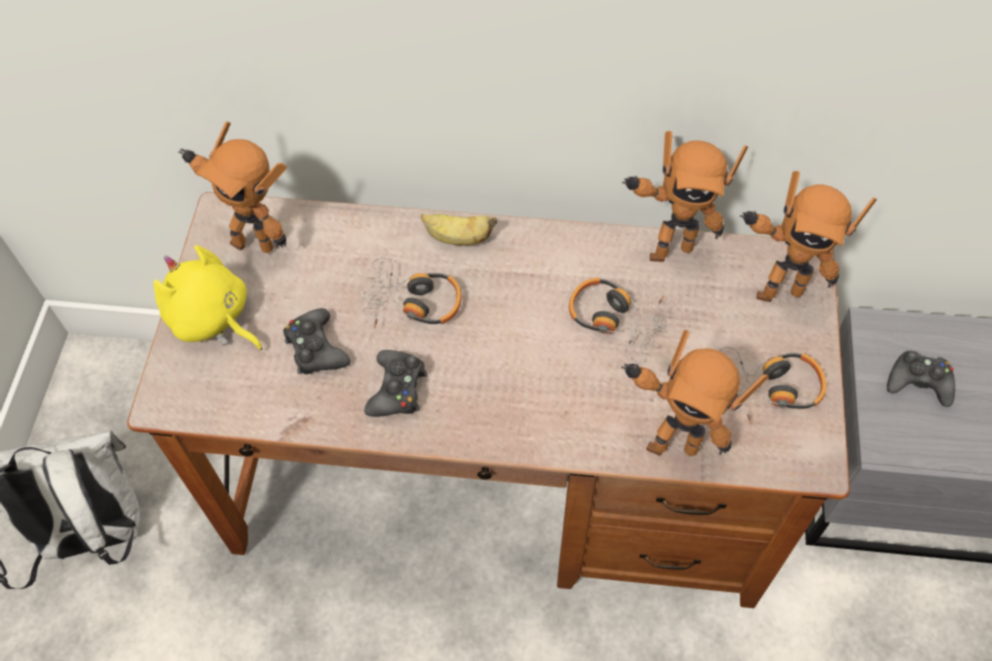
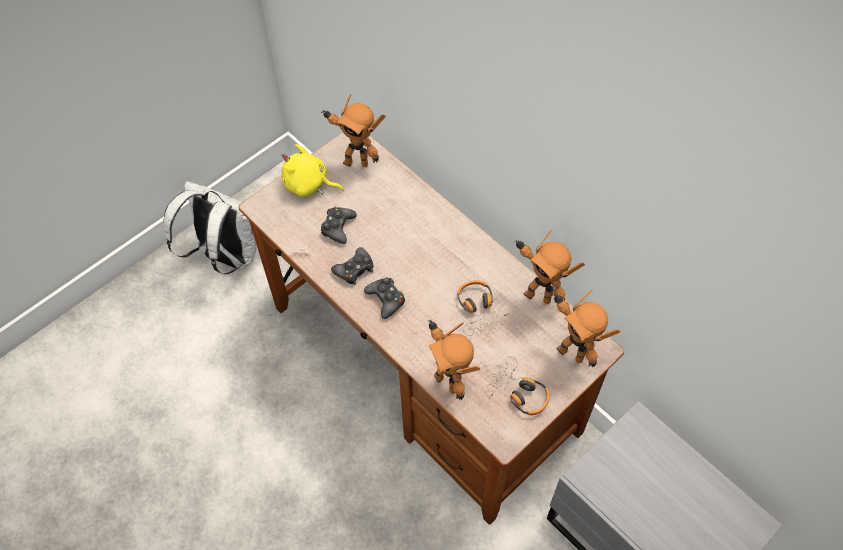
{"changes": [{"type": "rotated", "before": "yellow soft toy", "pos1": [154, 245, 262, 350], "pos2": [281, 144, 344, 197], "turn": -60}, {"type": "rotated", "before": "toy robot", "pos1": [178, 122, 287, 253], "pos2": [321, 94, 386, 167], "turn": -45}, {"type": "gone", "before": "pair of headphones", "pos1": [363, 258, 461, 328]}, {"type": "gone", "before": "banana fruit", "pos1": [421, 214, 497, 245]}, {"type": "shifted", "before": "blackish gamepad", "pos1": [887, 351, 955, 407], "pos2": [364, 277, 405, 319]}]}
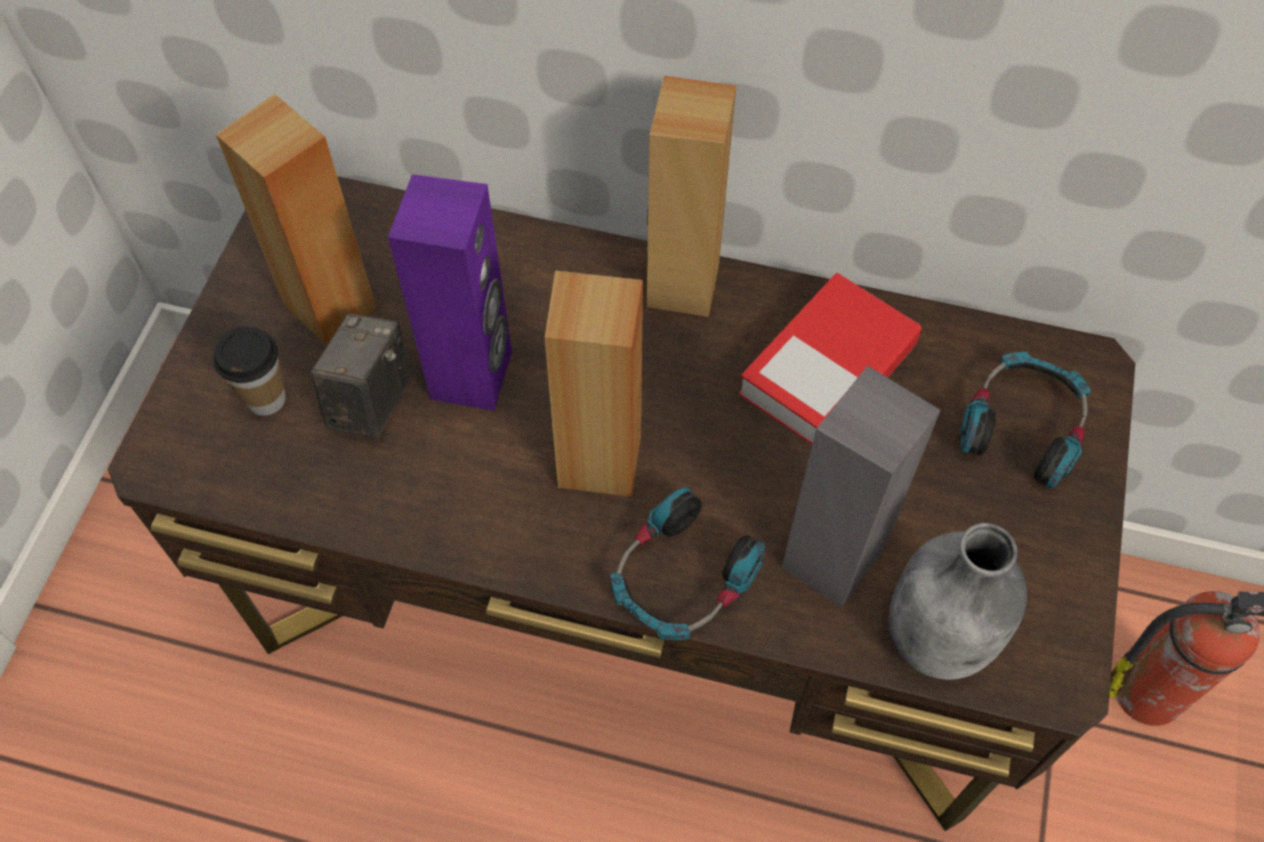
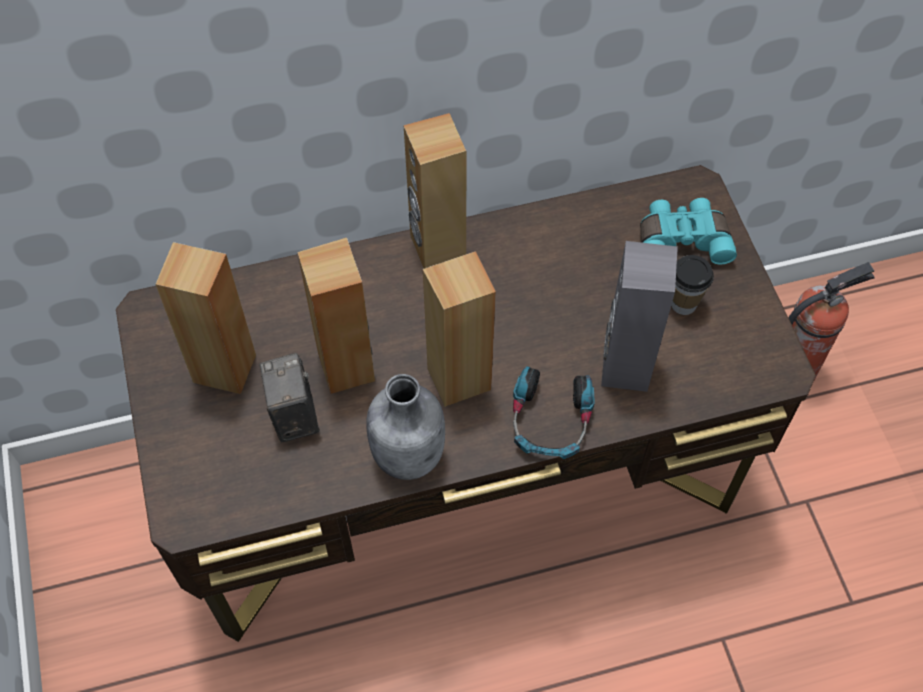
{"changes": [{"type": "shifted", "before": "drinking cup", "pos1": [213, 326, 286, 416], "pos2": [671, 255, 714, 315]}, {"type": "repainted", "before": "purple loudspeaker", "after": "brownish loudspeaker", "pos1": [388, 174, 512, 411], "pos2": [297, 238, 375, 394]}, {"type": "gone", "before": "volume", "pos1": [738, 272, 922, 445]}, {"type": "shifted", "before": "greyish drink bottle", "pos1": [888, 523, 1027, 680], "pos2": [366, 374, 445, 480]}, {"type": "swapped", "before": "pair of headphones", "after": "blue-green binoculars", "pos1": [960, 351, 1091, 489], "pos2": [640, 198, 737, 265]}]}
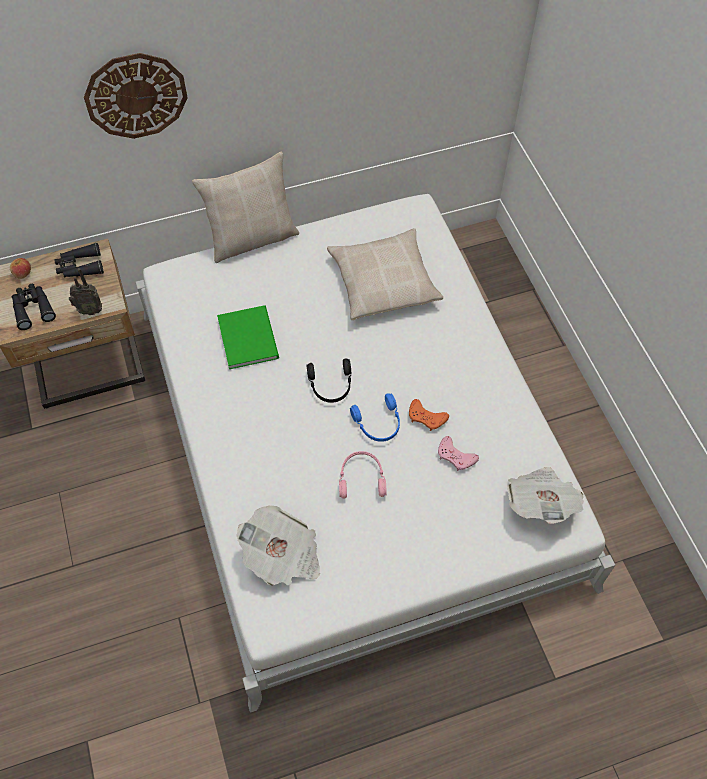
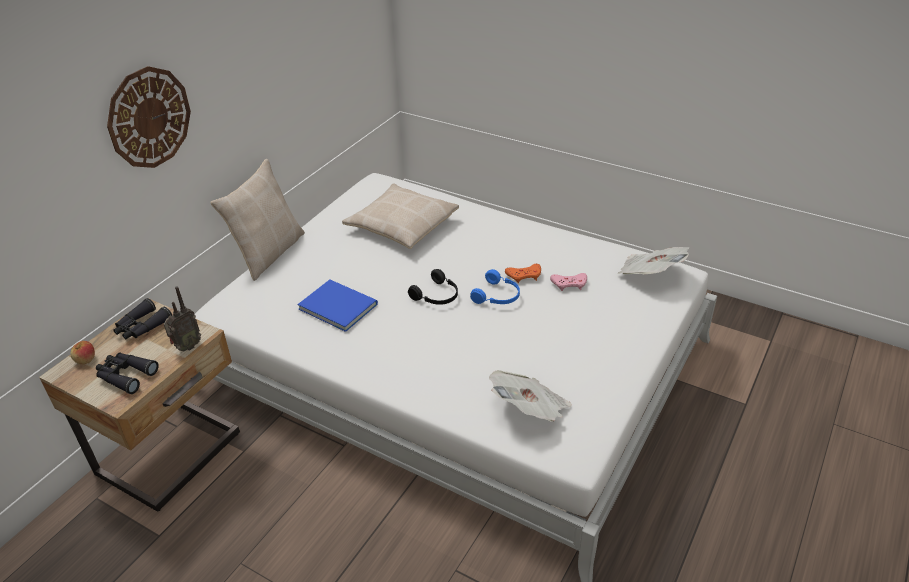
{"changes": [{"type": "repainted", "before": "green-coloured volume", "after": "blue volume", "pos1": [217, 305, 279, 369], "pos2": [298, 280, 378, 332]}, {"type": "gone", "before": "pink pair of headphones", "pos1": [339, 451, 387, 498]}]}
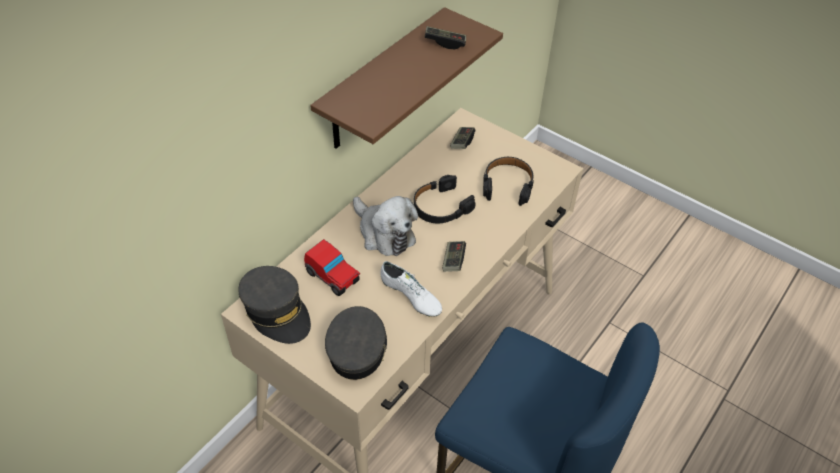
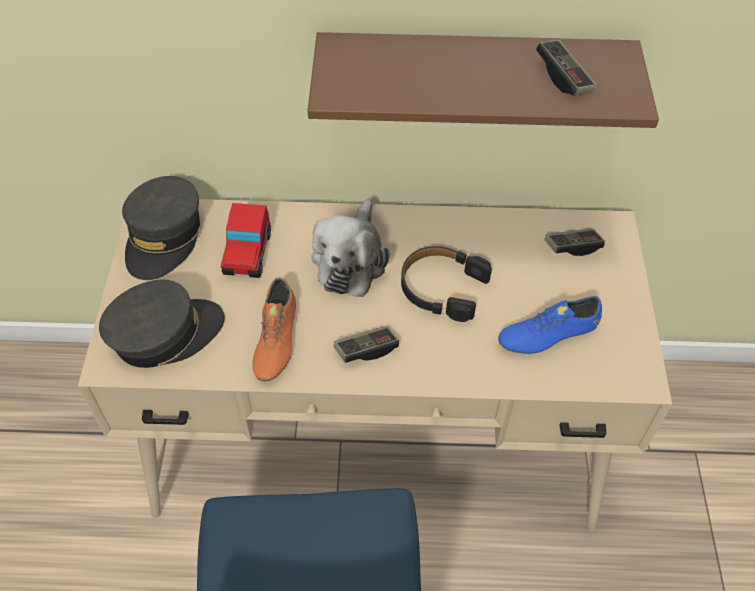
{"changes": [{"type": "repainted", "before": "white low shoe", "after": "orange-coloured low shoe", "pos1": [381, 261, 442, 317], "pos2": [252, 277, 296, 381]}, {"type": "swapped", "before": "blackish pair of headphones", "after": "blue low shoe", "pos1": [483, 157, 534, 206], "pos2": [498, 296, 602, 354]}]}
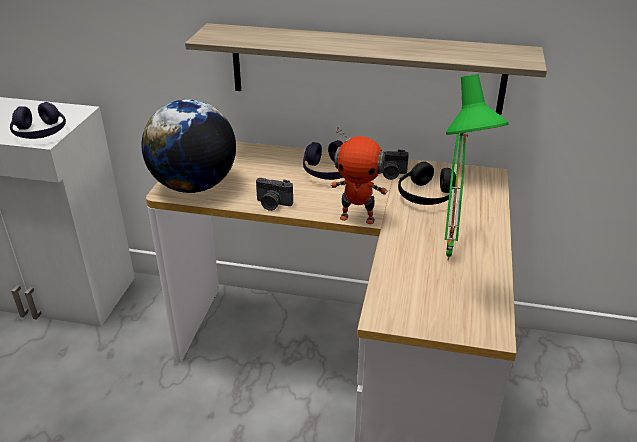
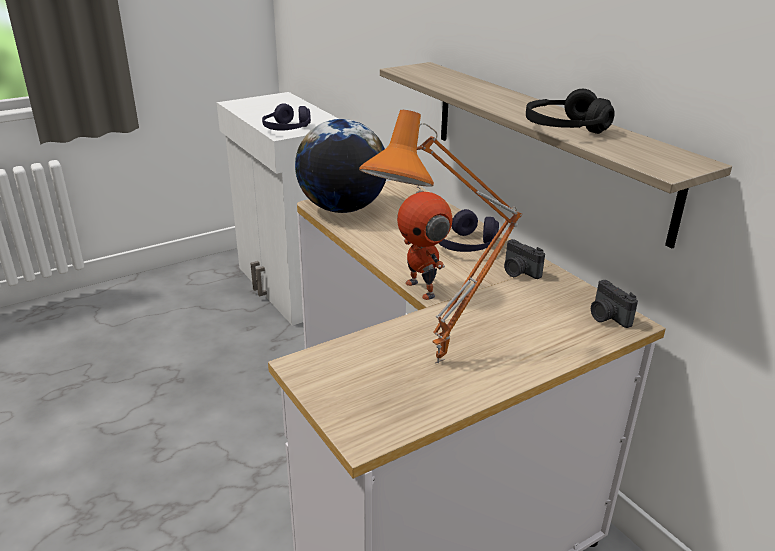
{"changes": [{"type": "shifted", "before": "photo camera", "pos1": [256, 178, 293, 211], "pos2": [591, 280, 638, 328]}, {"type": "shifted", "before": "blackish pair of headphones", "pos1": [398, 161, 456, 205], "pos2": [526, 89, 615, 134]}, {"type": "repainted", "before": "green-coloured tabletop lamp", "after": "orange-coloured tabletop lamp", "pos1": [445, 74, 509, 262], "pos2": [359, 110, 522, 363]}]}
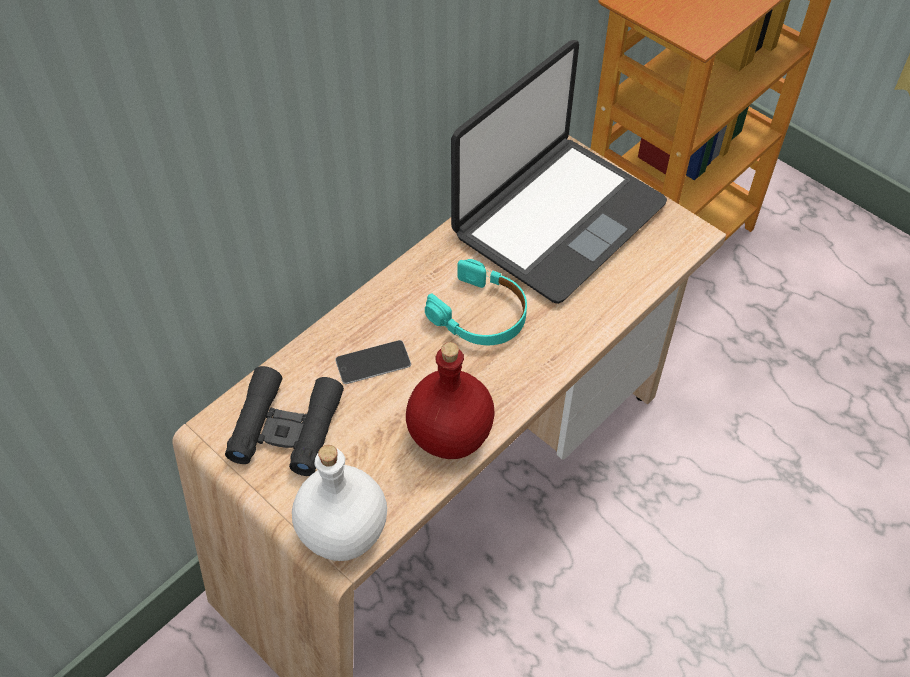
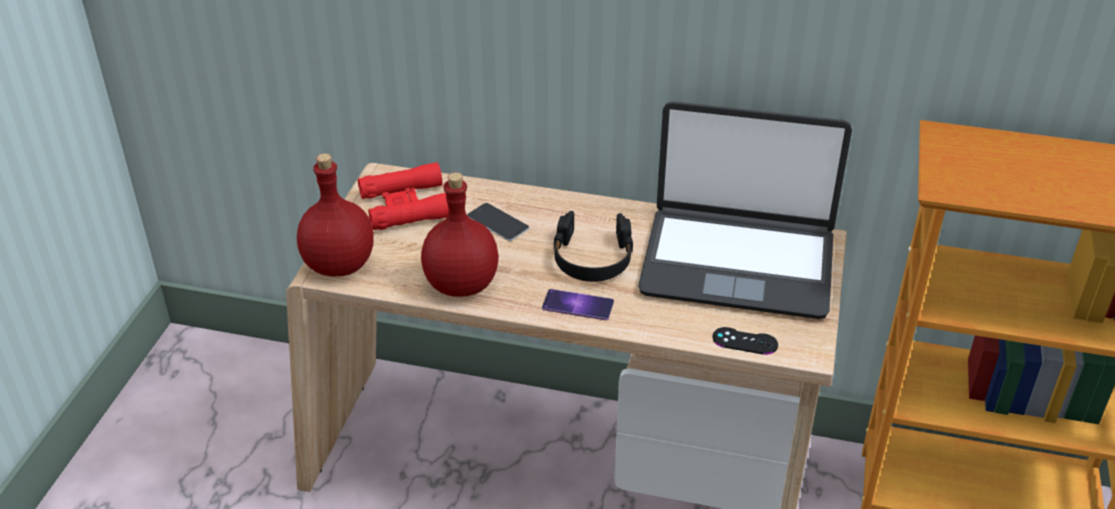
{"changes": [{"type": "repainted", "before": "blackish binoculars", "after": "reddish binoculars", "pos1": [225, 366, 344, 476], "pos2": [358, 162, 449, 230]}, {"type": "repainted", "before": "white drink bottle", "after": "reddish drink bottle", "pos1": [292, 445, 387, 561], "pos2": [297, 153, 374, 276]}, {"type": "repainted", "before": "blue-green pair of headphones", "after": "blackish pair of headphones", "pos1": [425, 259, 527, 345], "pos2": [553, 211, 633, 282]}, {"type": "new", "after": "telephone", "pos2": [542, 289, 614, 320]}, {"type": "new", "after": "blackish gamepad", "pos2": [713, 327, 778, 355]}]}
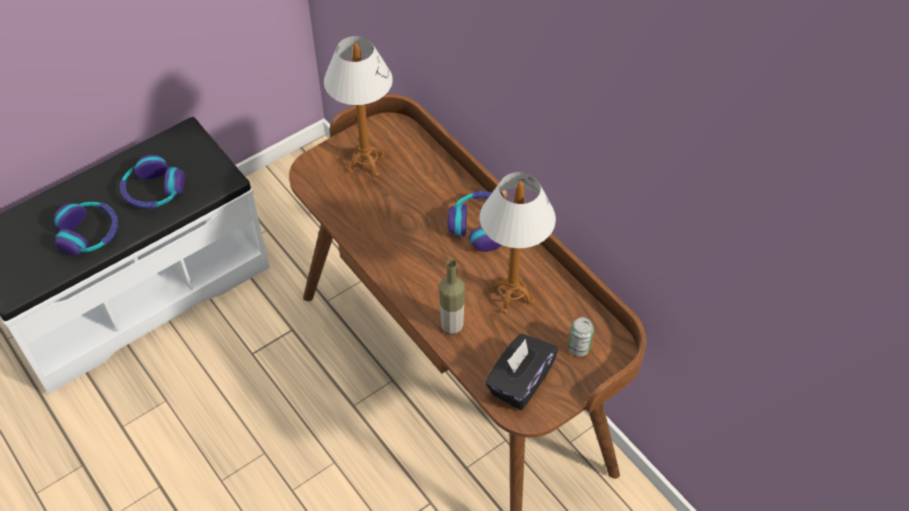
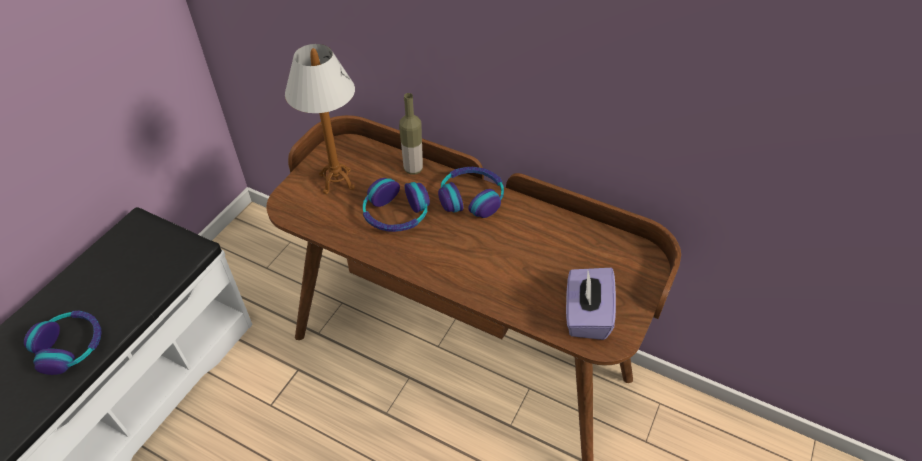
{"changes": [{"type": "shifted", "before": "pair of headphones", "pos1": [120, 155, 185, 209], "pos2": [363, 178, 430, 232]}, {"type": "shifted", "before": "drink bottle", "pos1": [439, 260, 465, 335], "pos2": [399, 93, 423, 175]}, {"type": "gone", "before": "tabletop lamp", "pos1": [480, 172, 556, 314]}, {"type": "repainted", "before": "blackish tissue box", "after": "purple tissue box", "pos1": [485, 334, 558, 410], "pos2": [566, 268, 616, 340]}, {"type": "gone", "before": "metal can", "pos1": [568, 317, 594, 356]}]}
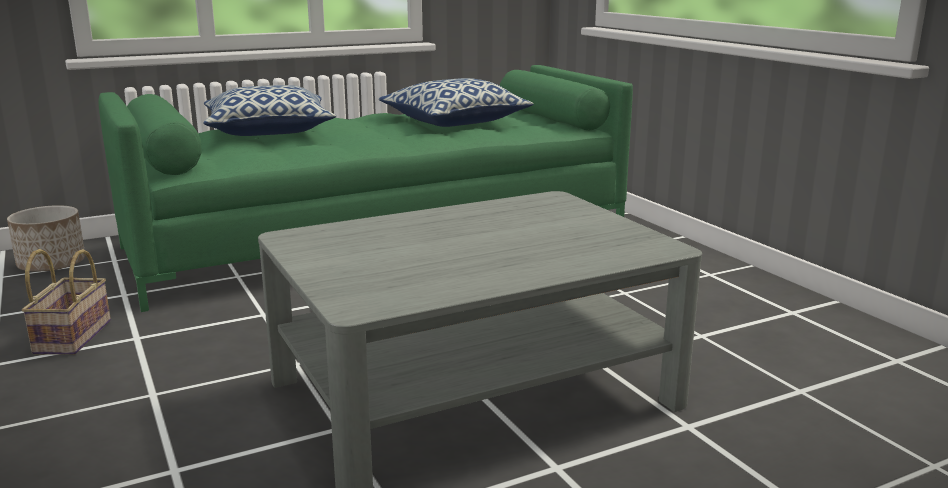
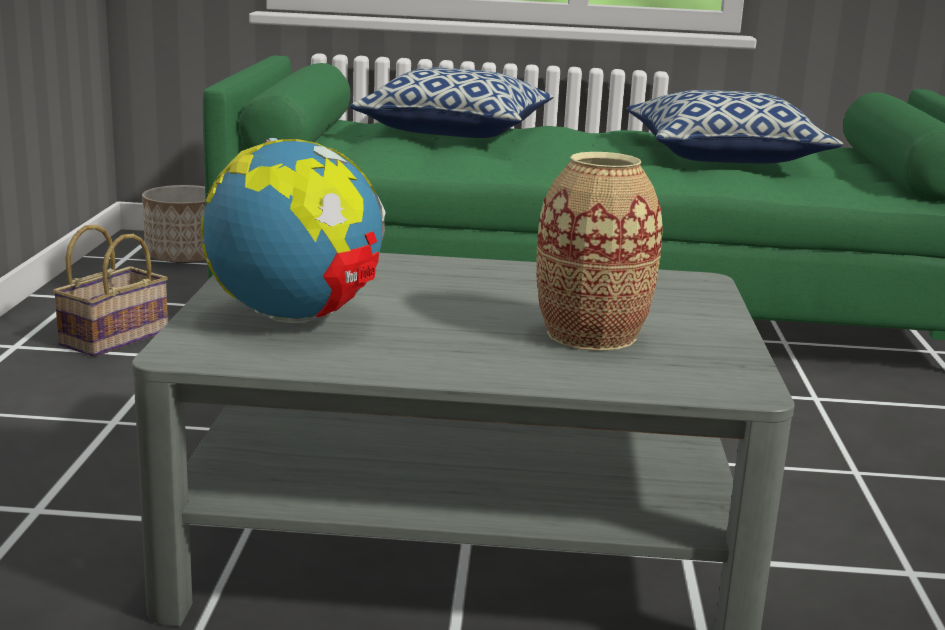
{"changes": [{"type": "new", "after": "globe", "pos2": [201, 138, 386, 323]}, {"type": "new", "after": "decorative vase", "pos2": [536, 152, 663, 351]}]}
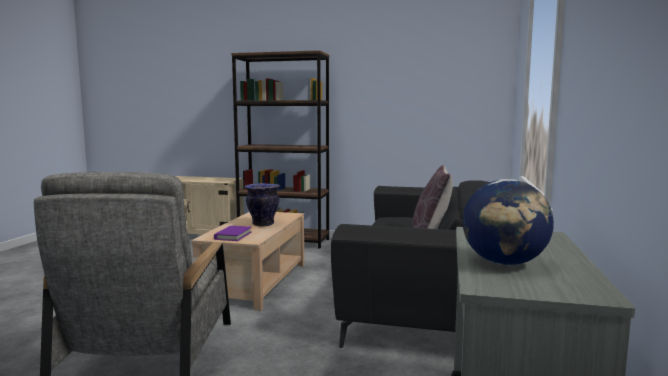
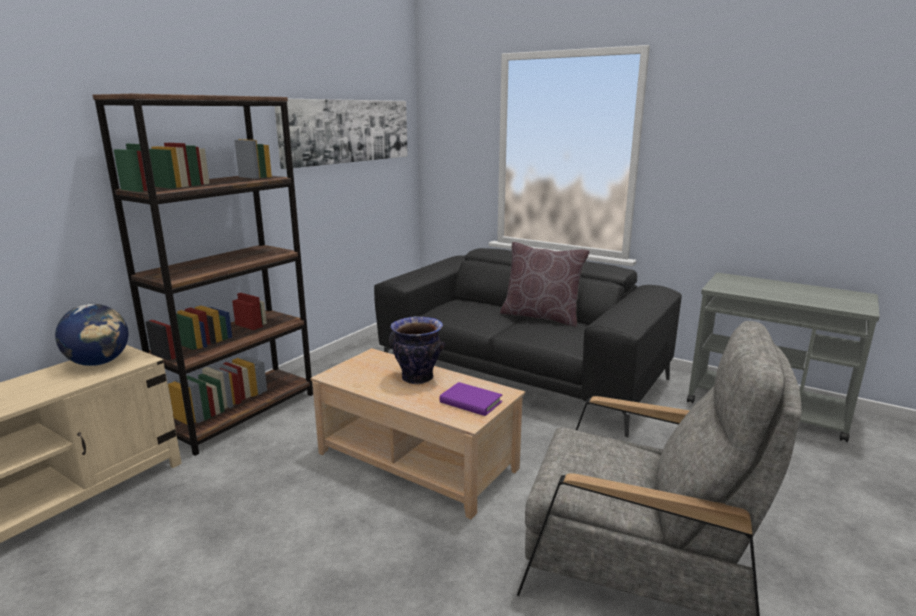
{"changes": [{"type": "shifted", "before": "globe", "pos1": [462, 179, 554, 265], "pos2": [55, 304, 128, 366]}, {"type": "new", "after": "wall picture", "pos2": [275, 99, 408, 169]}]}
